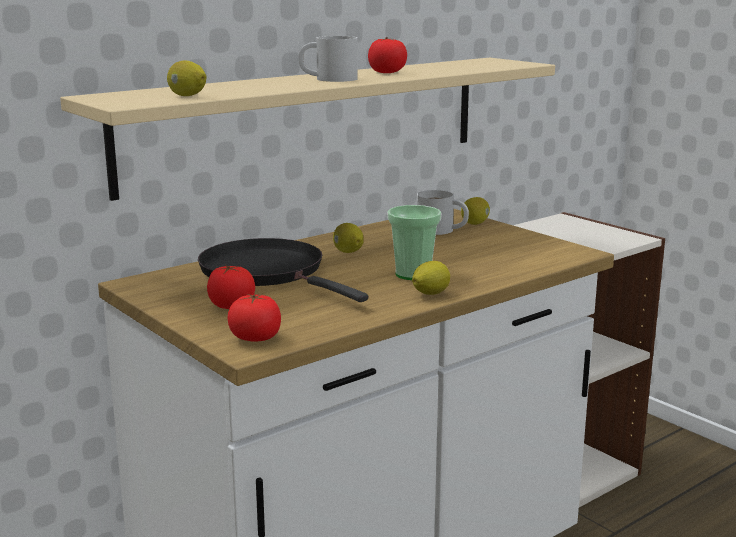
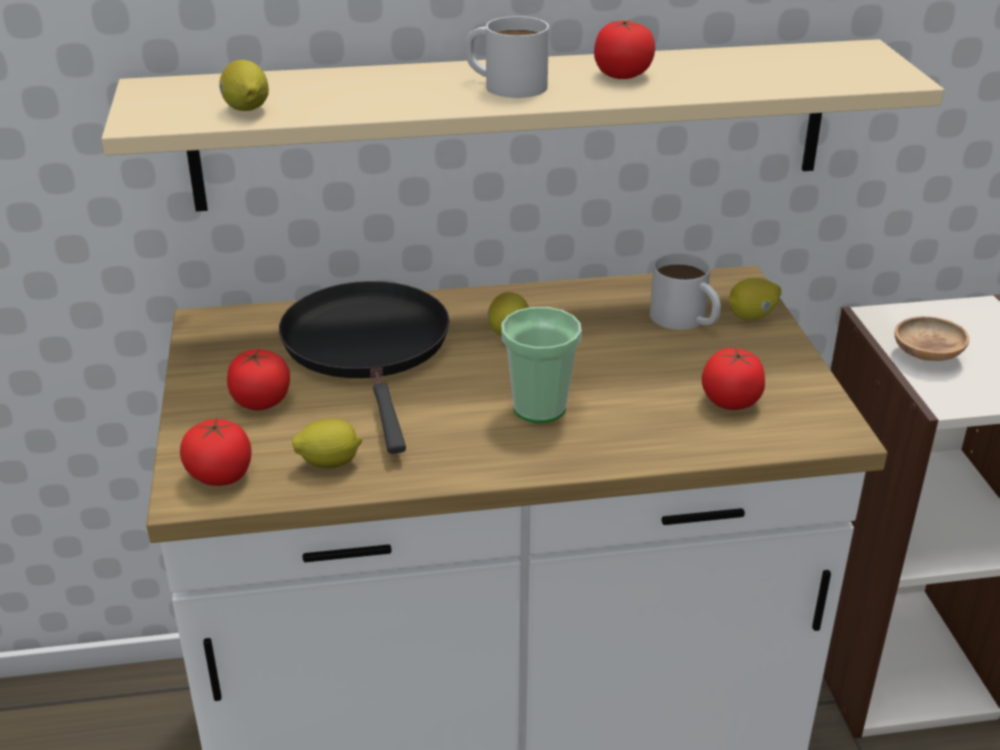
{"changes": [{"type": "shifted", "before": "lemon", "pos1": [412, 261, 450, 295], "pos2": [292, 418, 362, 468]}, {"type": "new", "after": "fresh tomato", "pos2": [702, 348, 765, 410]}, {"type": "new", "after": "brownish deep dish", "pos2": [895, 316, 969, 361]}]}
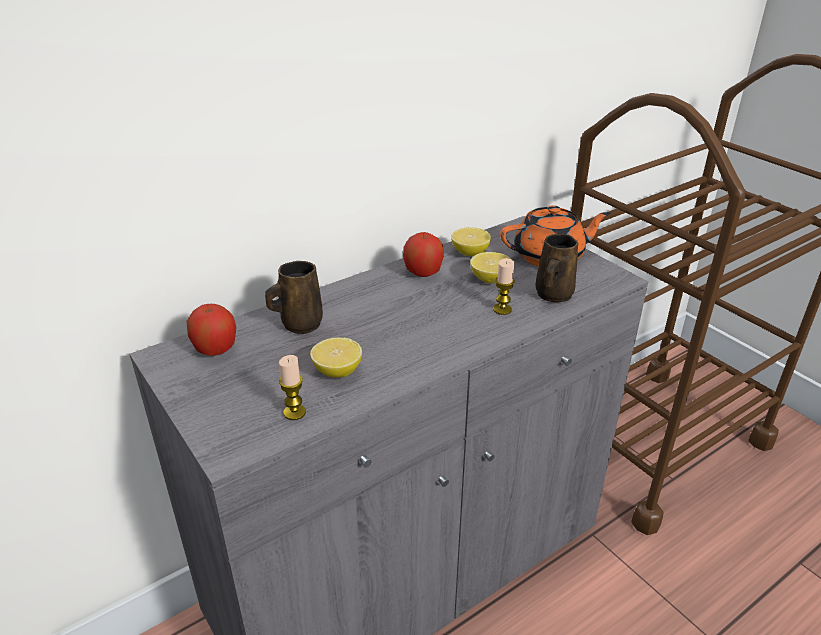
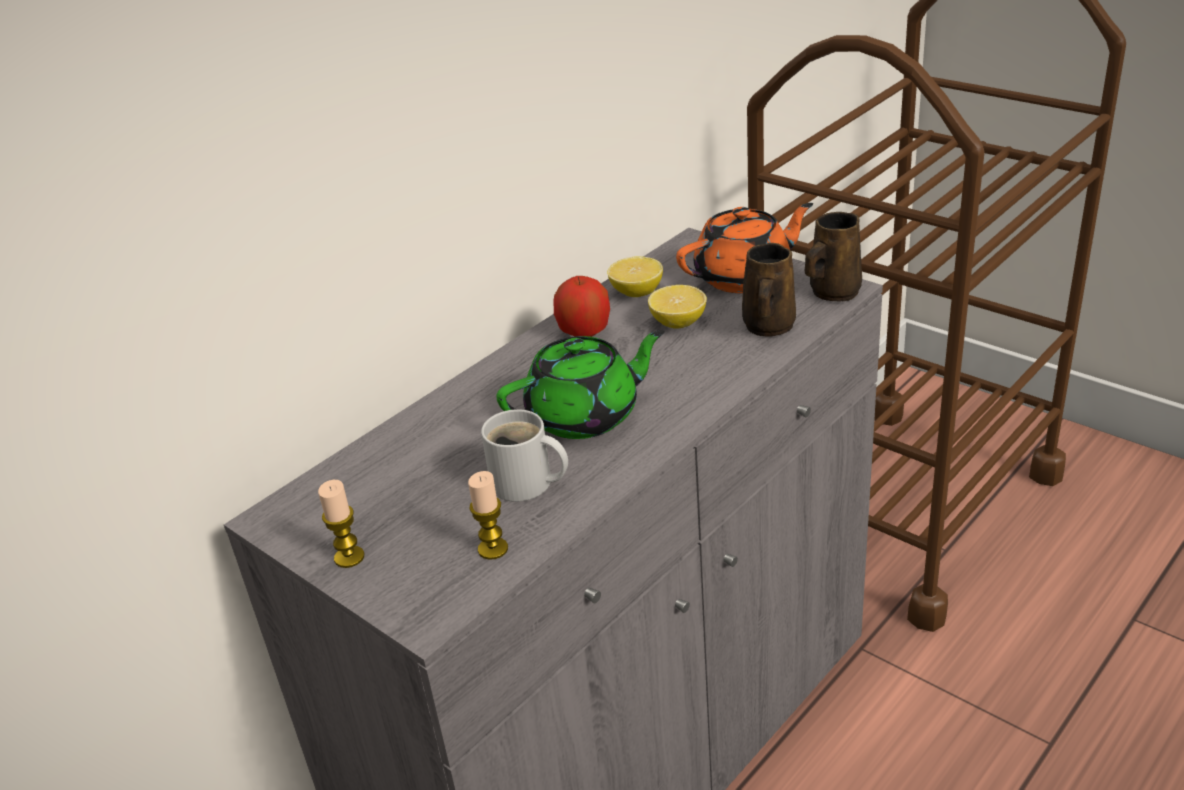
{"changes": [{"type": "gone", "before": "apple fruit", "pos1": [186, 304, 236, 356]}, {"type": "shifted", "before": "brownish coffee mug", "pos1": [265, 261, 323, 334], "pos2": [805, 212, 862, 302]}, {"type": "swapped", "before": "lemon", "after": "white coffee mug", "pos1": [310, 337, 362, 378], "pos2": [481, 409, 568, 502]}, {"type": "shifted", "before": "candle", "pos1": [493, 258, 515, 315], "pos2": [318, 480, 364, 568]}, {"type": "new", "after": "green-coloured teapot", "pos2": [496, 330, 665, 439]}]}
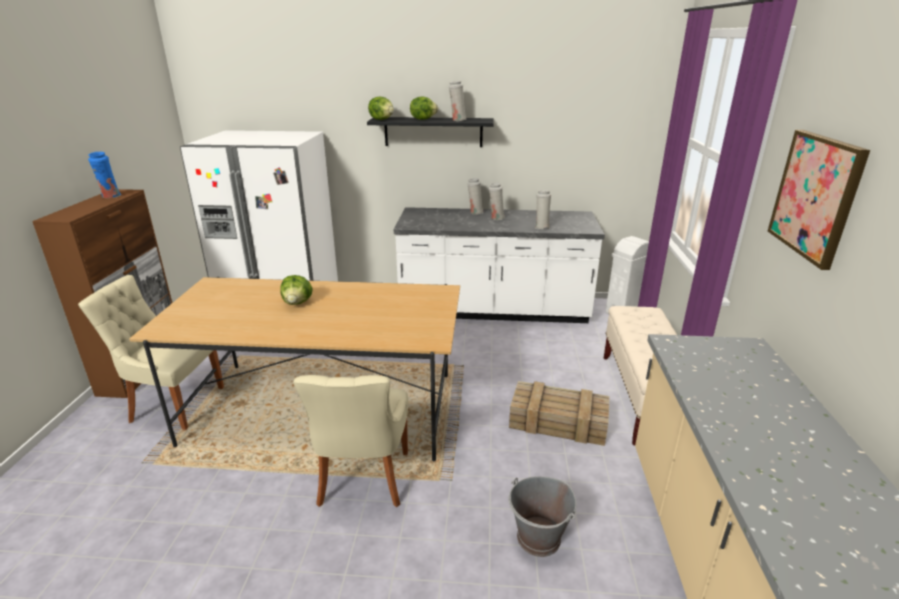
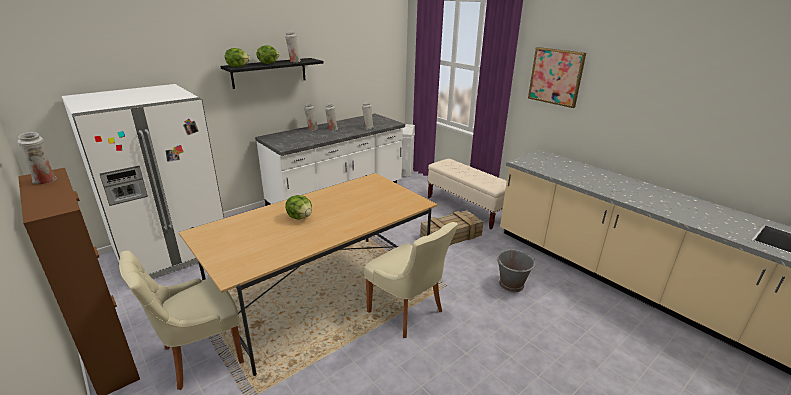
{"changes": [{"type": "repainted", "before": "blue decorative vase", "after": "white decorative vase", "pos1": [88, 152, 122, 198], "pos2": [17, 132, 57, 184]}]}
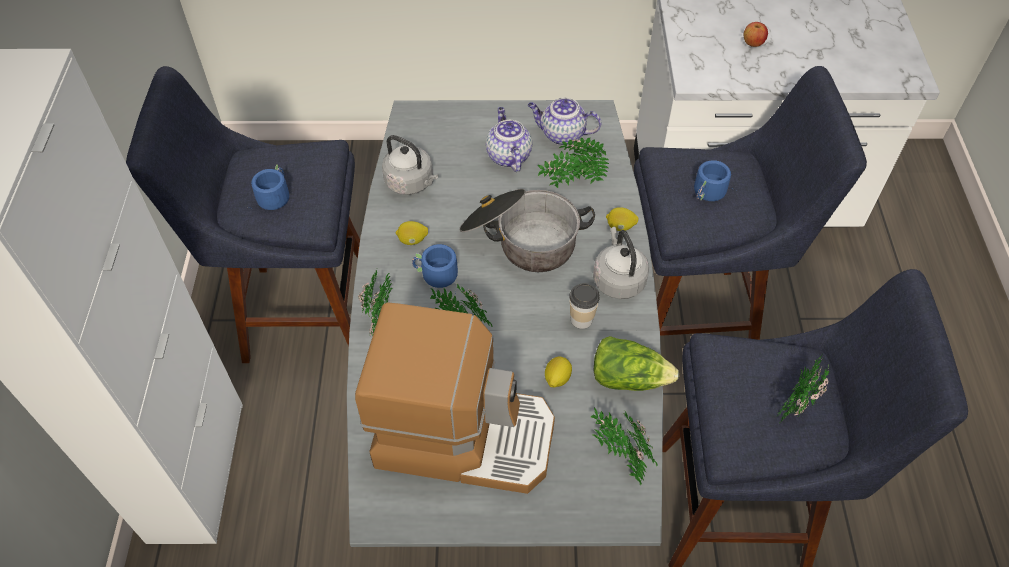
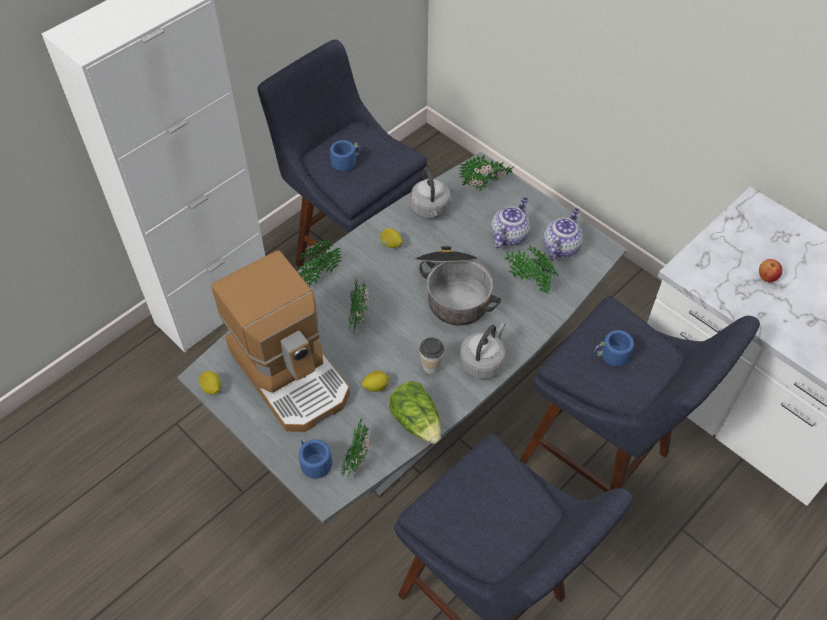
{"changes": [{"type": "shifted", "before": "blue coffee mug", "pos1": [412, 244, 458, 288], "pos2": [299, 438, 332, 486]}, {"type": "rotated", "before": "teapot", "pos1": [528, 97, 601, 145], "pos2": [543, 208, 583, 261], "turn": 60}, {"type": "shifted", "before": "lemon", "pos1": [606, 207, 639, 231], "pos2": [199, 371, 221, 394]}, {"type": "shifted", "before": "potted plant", "pos1": [776, 353, 829, 423], "pos2": [459, 155, 514, 191]}]}
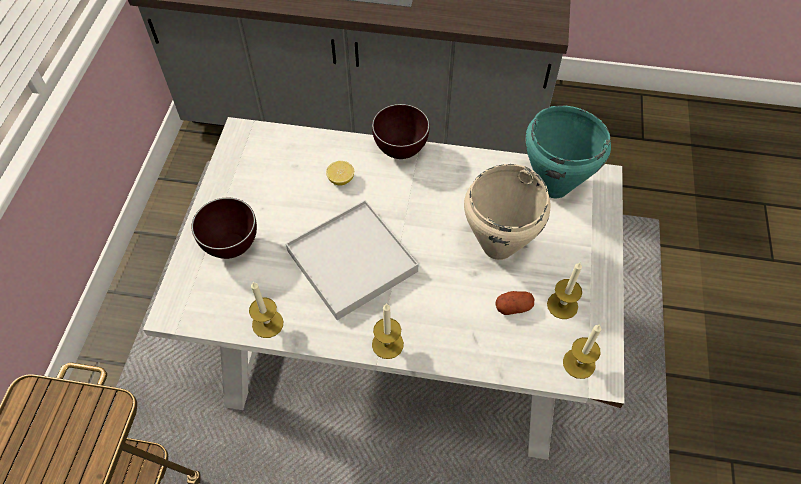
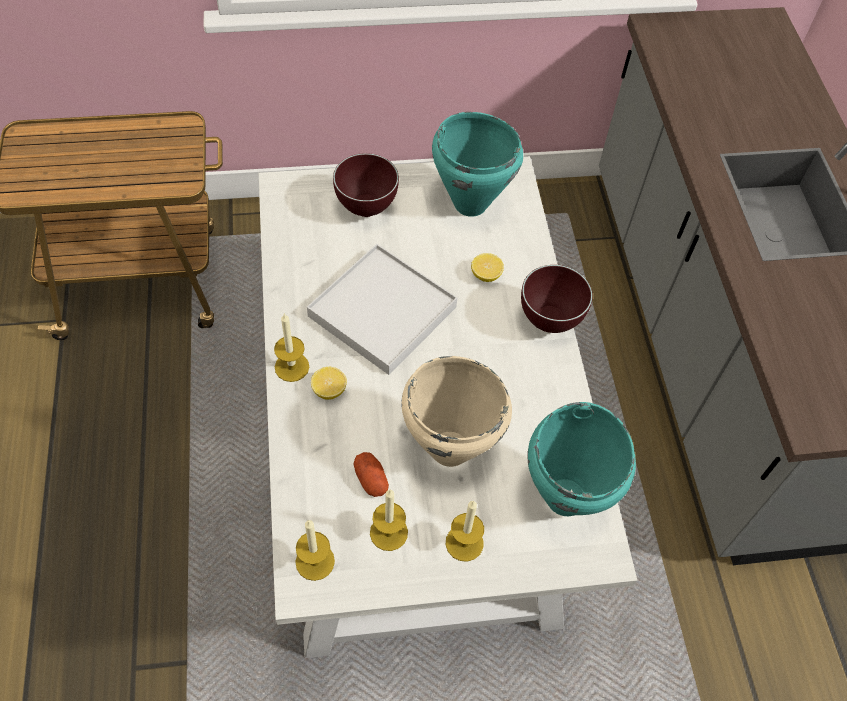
{"changes": [{"type": "shifted", "before": "candle", "pos1": [249, 282, 283, 338], "pos2": [446, 500, 484, 562]}, {"type": "new", "after": "lemon", "pos2": [311, 367, 347, 400]}, {"type": "new", "after": "blue-green stockpot", "pos2": [432, 112, 523, 217]}]}
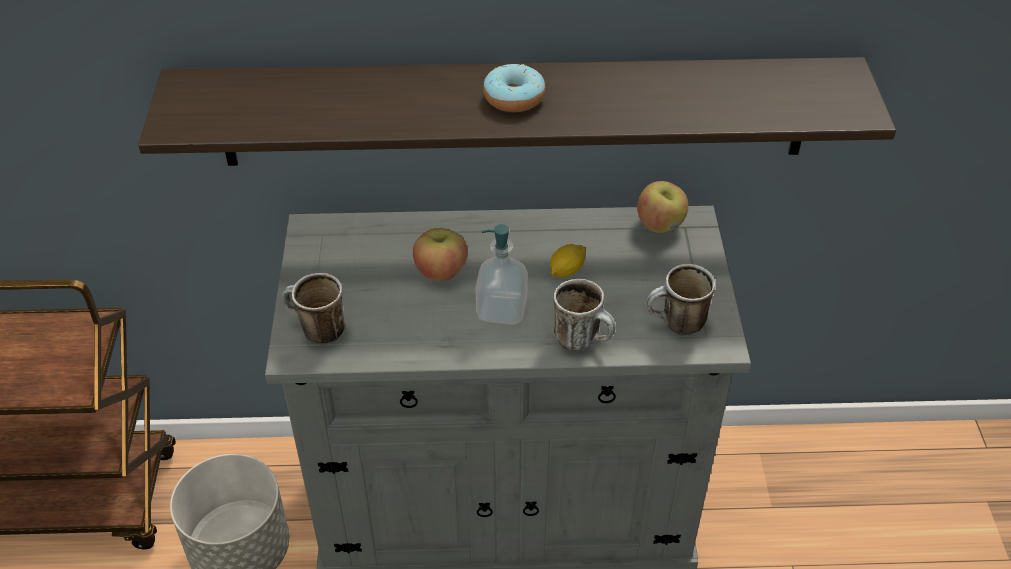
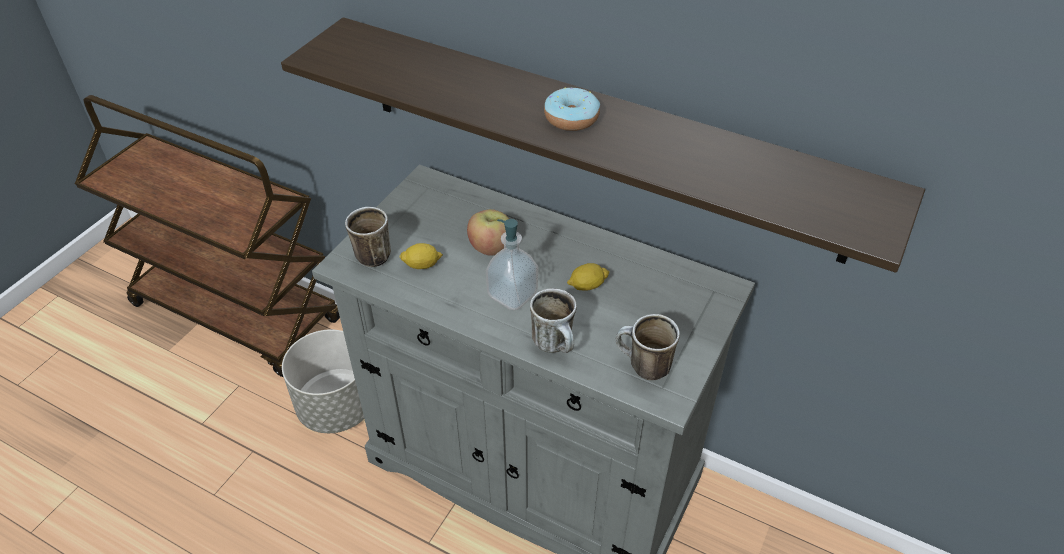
{"changes": [{"type": "gone", "before": "apple fruit", "pos1": [637, 181, 688, 233]}, {"type": "new", "after": "lemon", "pos2": [399, 243, 443, 269]}]}
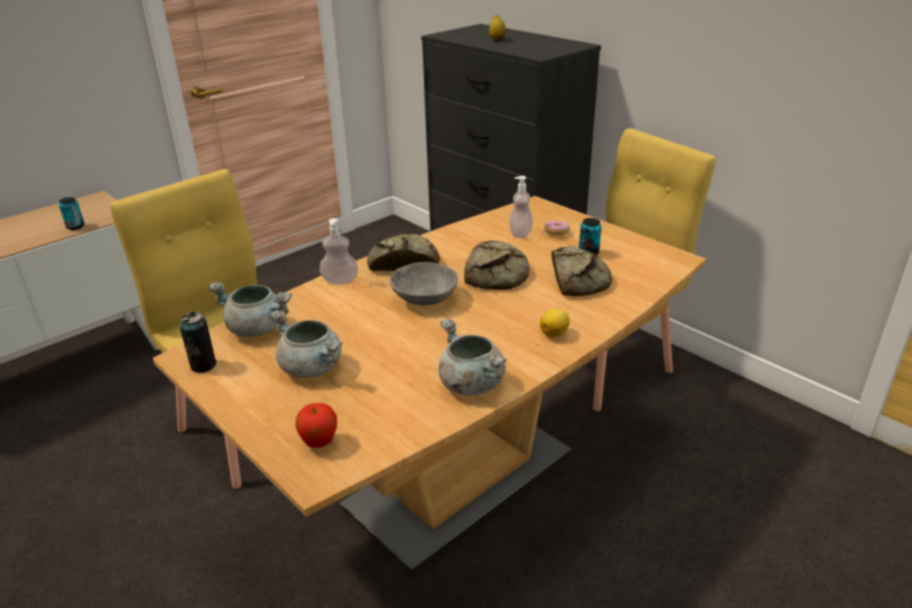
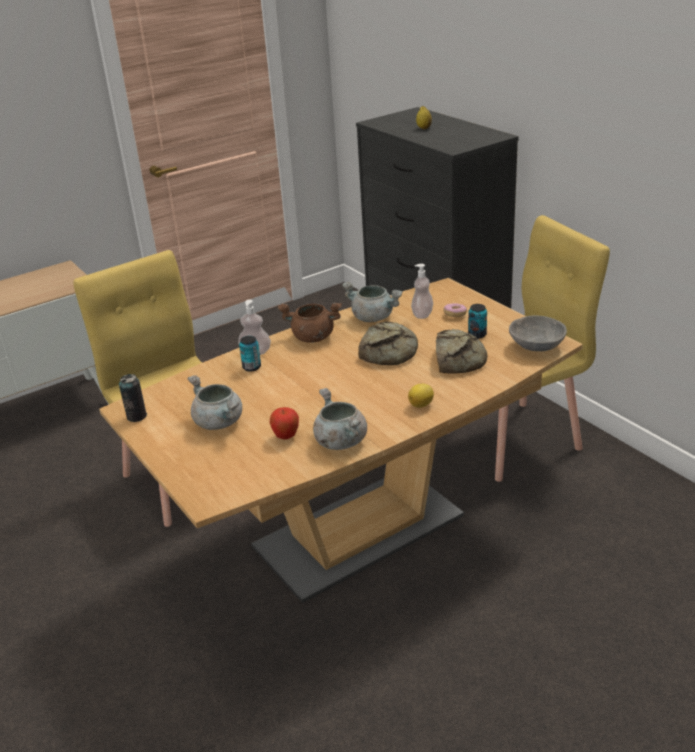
{"changes": [{"type": "shifted", "before": "metal can", "pos1": [59, 197, 84, 230], "pos2": [239, 336, 261, 372]}, {"type": "shifted", "before": "greyish stockpot", "pos1": [208, 282, 292, 337], "pos2": [342, 282, 403, 322]}, {"type": "shifted", "before": "apple fruit", "pos1": [296, 403, 337, 448], "pos2": [270, 407, 299, 440]}, {"type": "swapped", "before": "bakery bread", "after": "brownish stockpot", "pos1": [367, 234, 440, 271], "pos2": [278, 303, 342, 343]}, {"type": "shifted", "before": "greyish deep dish", "pos1": [390, 262, 458, 305], "pos2": [509, 316, 567, 351]}]}
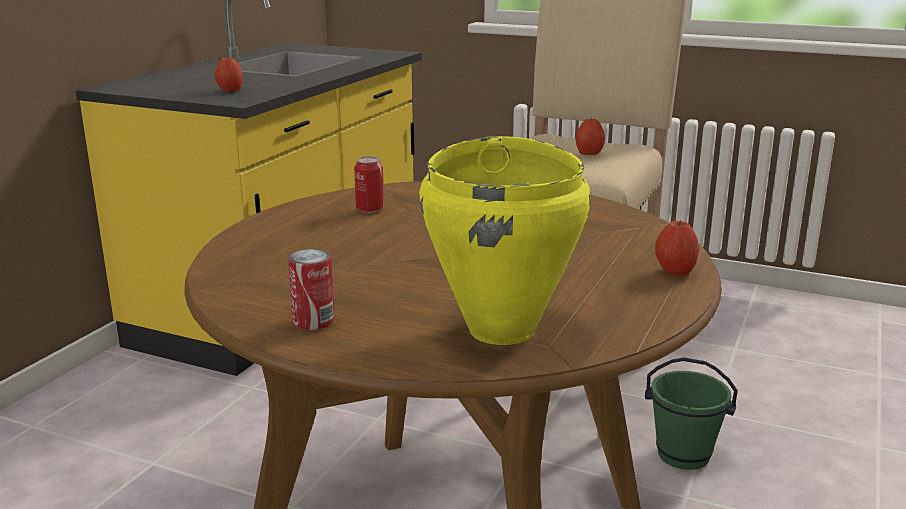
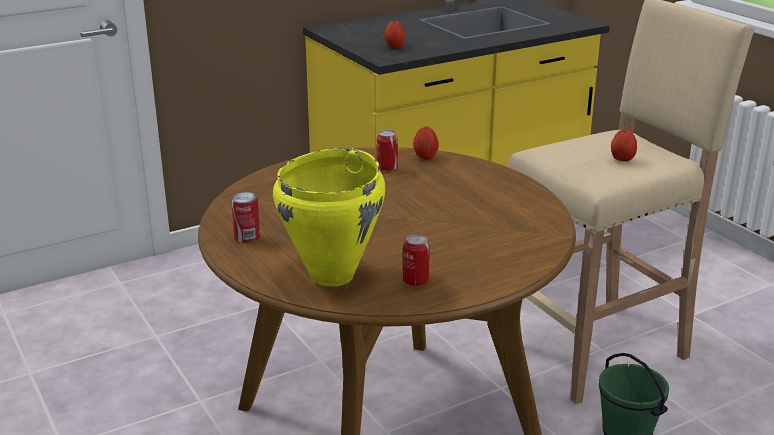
{"changes": [{"type": "shifted", "before": "apple fruit", "pos1": [655, 220, 699, 275], "pos2": [413, 127, 439, 160]}, {"type": "new", "after": "metal can", "pos2": [403, 234, 430, 287]}]}
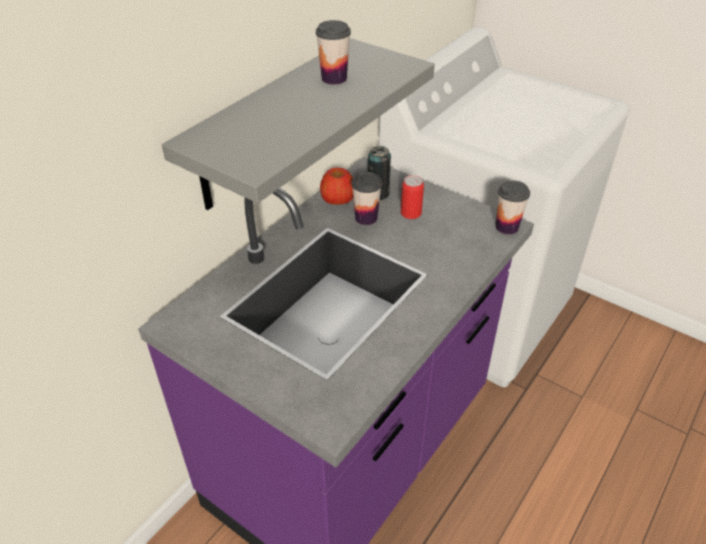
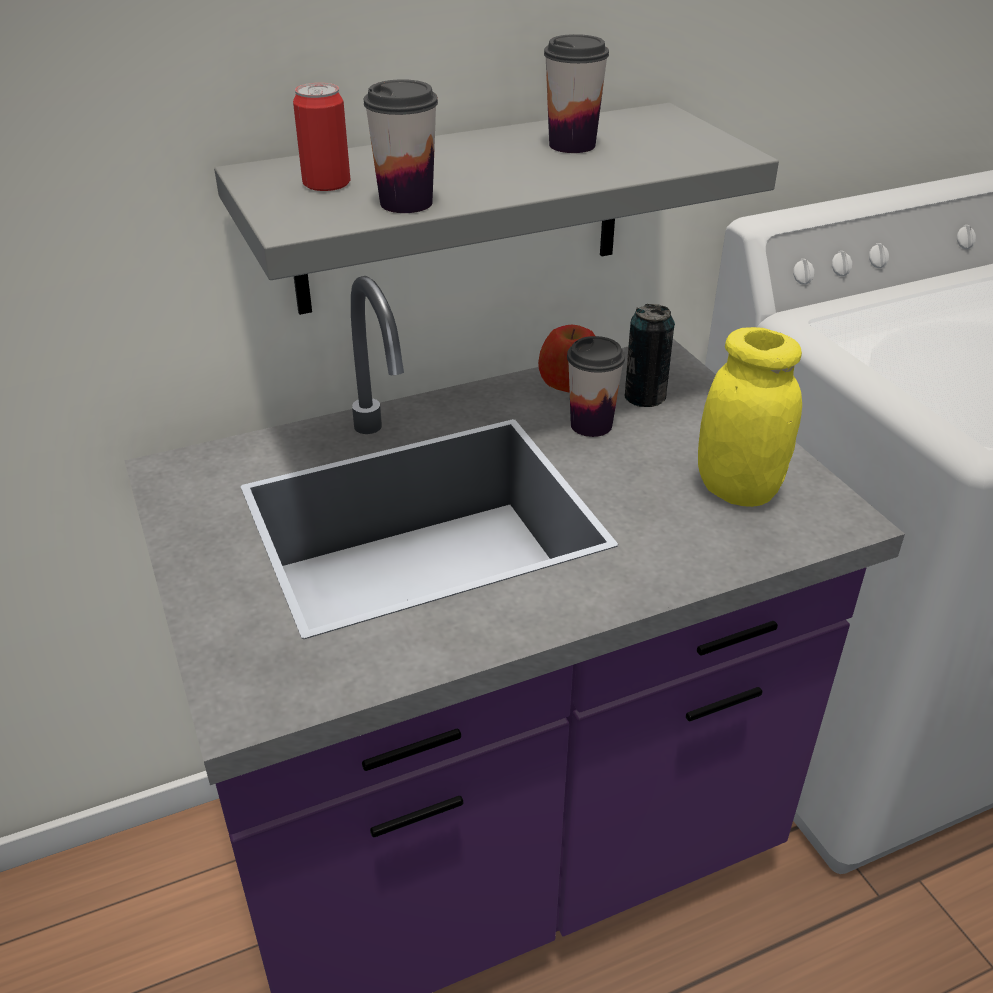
{"changes": [{"type": "shifted", "before": "metal can", "pos1": [401, 175, 424, 219], "pos2": [293, 83, 351, 191]}, {"type": "shifted", "before": "drinking cup", "pos1": [496, 180, 530, 234], "pos2": [364, 79, 438, 213]}, {"type": "new", "after": "yellow storage jar", "pos2": [698, 327, 802, 507]}]}
